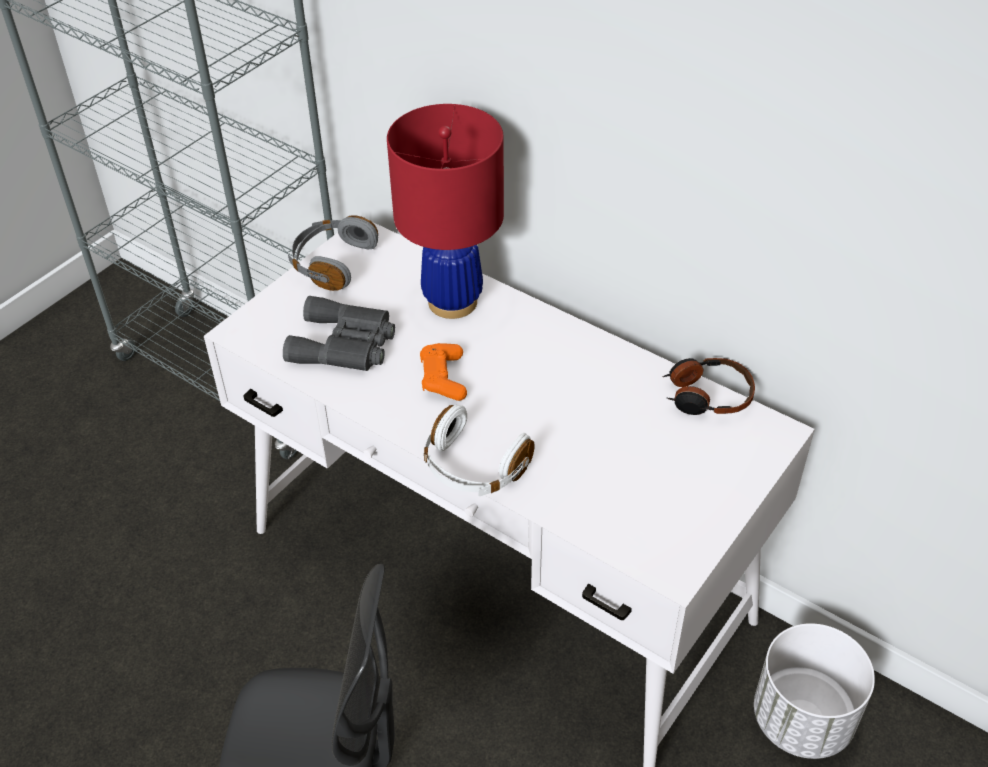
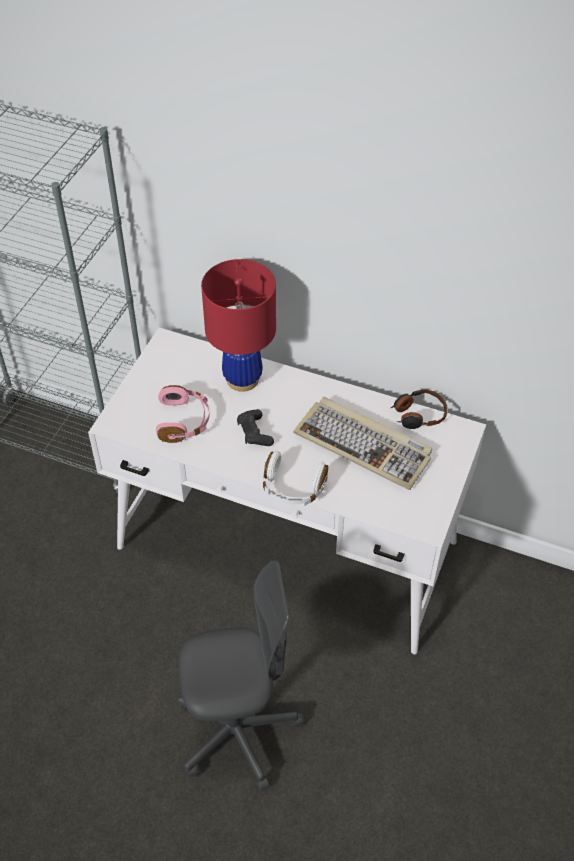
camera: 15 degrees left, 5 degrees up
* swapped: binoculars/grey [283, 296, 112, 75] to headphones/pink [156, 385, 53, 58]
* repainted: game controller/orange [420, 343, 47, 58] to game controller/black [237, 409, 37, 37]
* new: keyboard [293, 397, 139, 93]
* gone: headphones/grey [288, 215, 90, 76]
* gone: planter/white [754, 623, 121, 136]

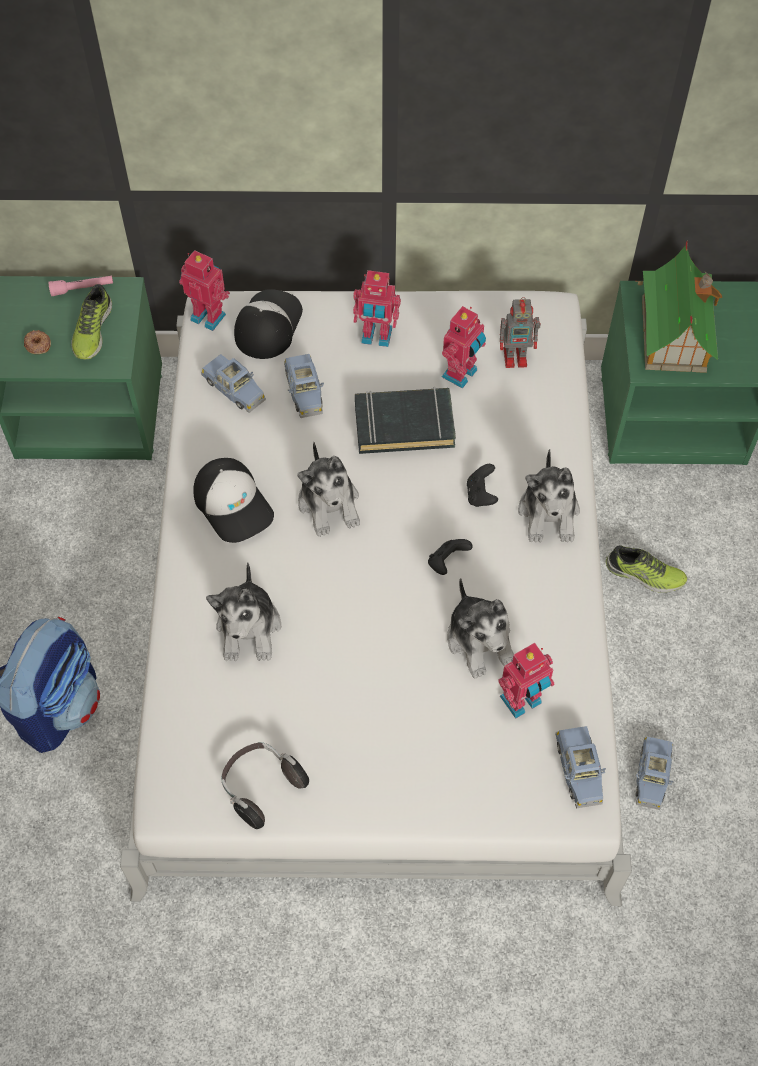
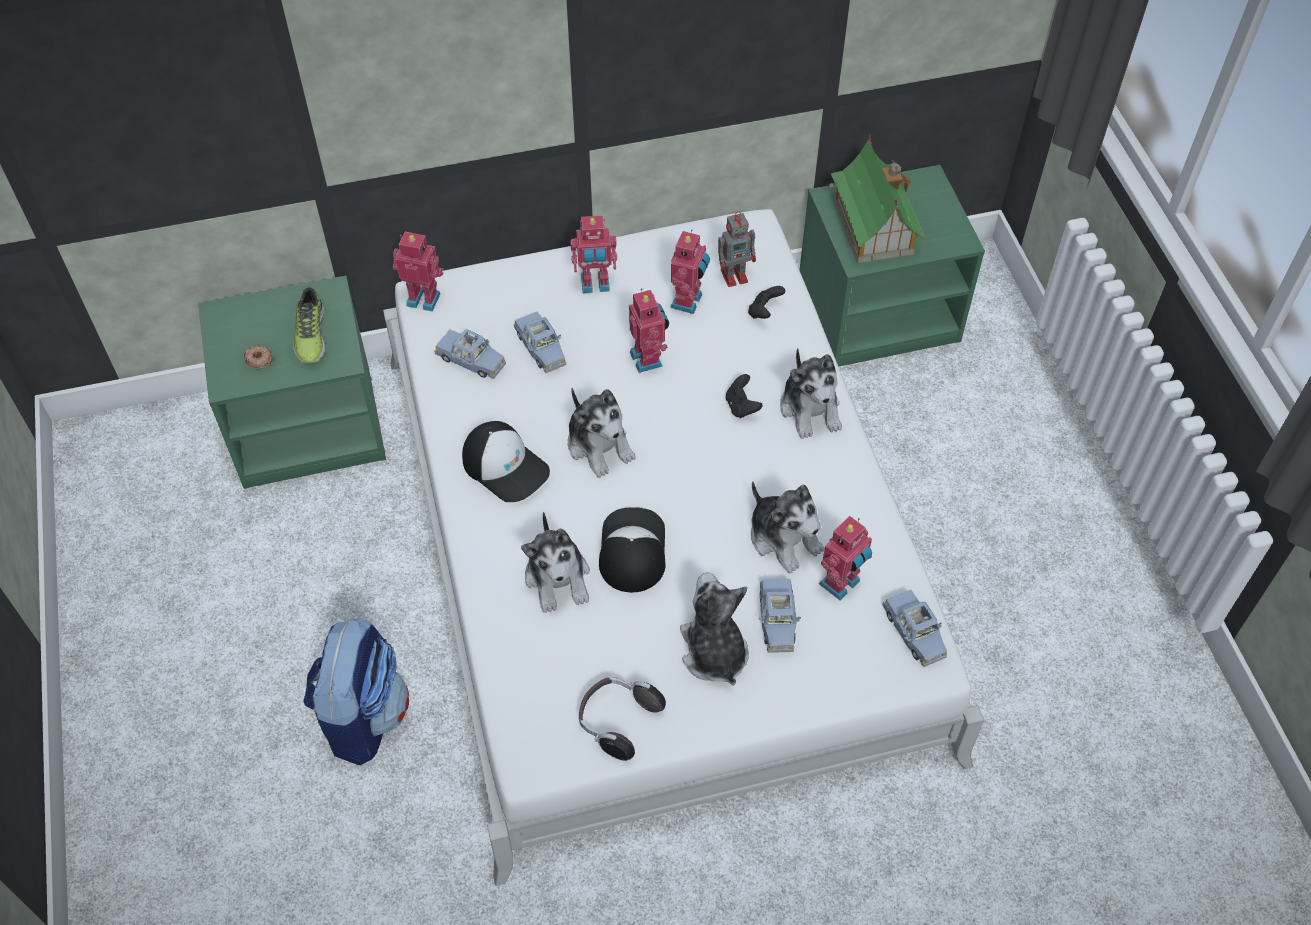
camera: 15 degrees left, 5 degrees down
* shifted: cap [234, 289, 69, 70] to [599, 507, 66, 86]
* swapped: book/black [355, 387, 101, 67] to toy robot [629, 288, 40, 85]
* new: plush toy [680, 573, 69, 113]
* shifted: game controller/black [428, 539, 45, 36] to [748, 286, 37, 33]
* shifted: toy car/blue [635, 737, 39, 73] to [759, 579, 42, 74]
* gone: flashlight/pink [48, 276, 65, 20]
* gone: shoe [606, 545, 81, 47]

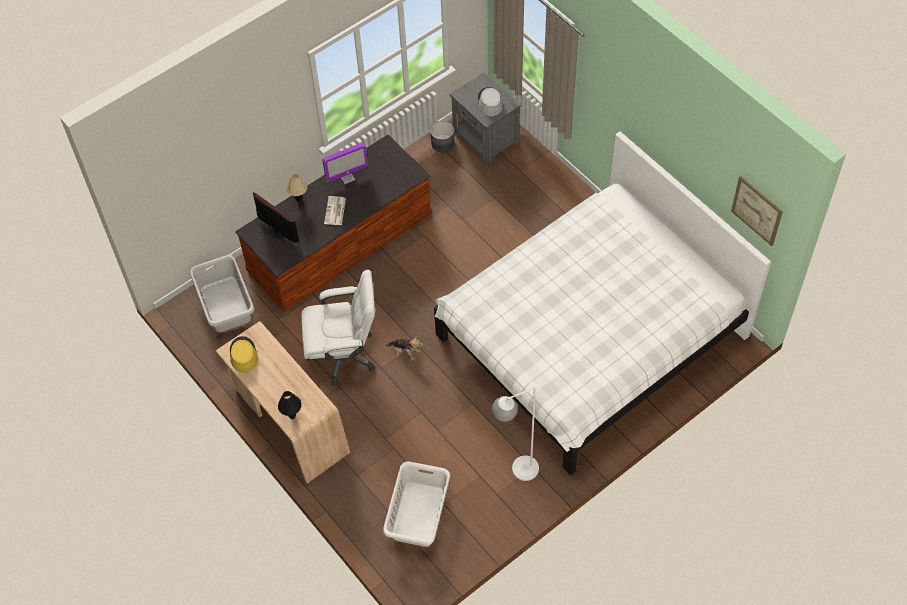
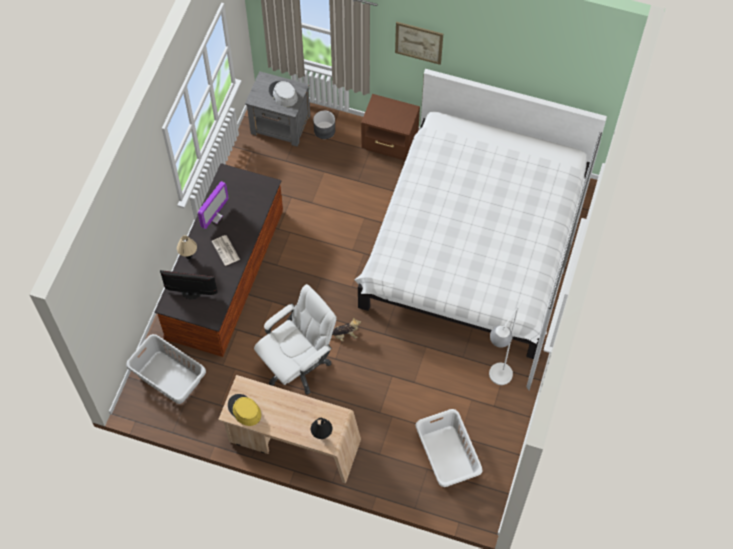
camera: 35 degrees left, 5 degrees up
* shifted: planter/grey [430, 121, 24, 32] to [313, 110, 22, 29]
* new: nightstand/brown [361, 94, 59, 66]
* shifted: picture [731, 176, 52, 70] to [395, 22, 48, 43]

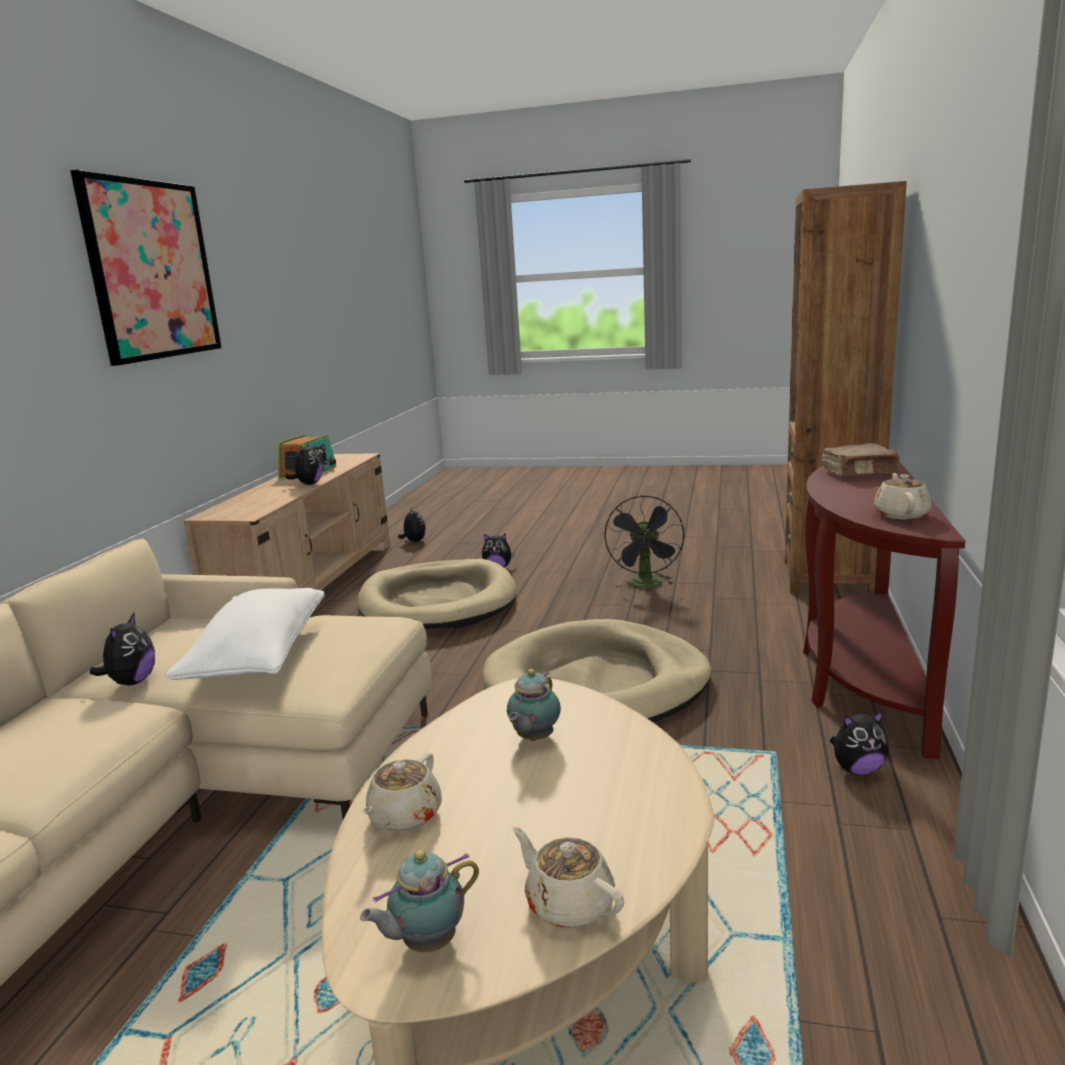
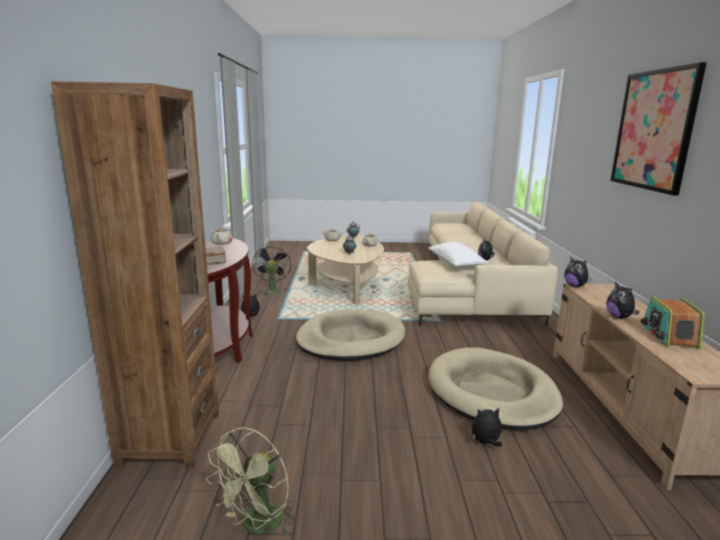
camera: 165 degrees right, 0 degrees up
* new: fan/green [206, 428, 90, 110]
* shifted: fan/black [604, 495, 80, 93] to [252, 245, 39, 51]
* shifted: plush toy [398, 507, 28, 35] to [564, 257, 29, 30]

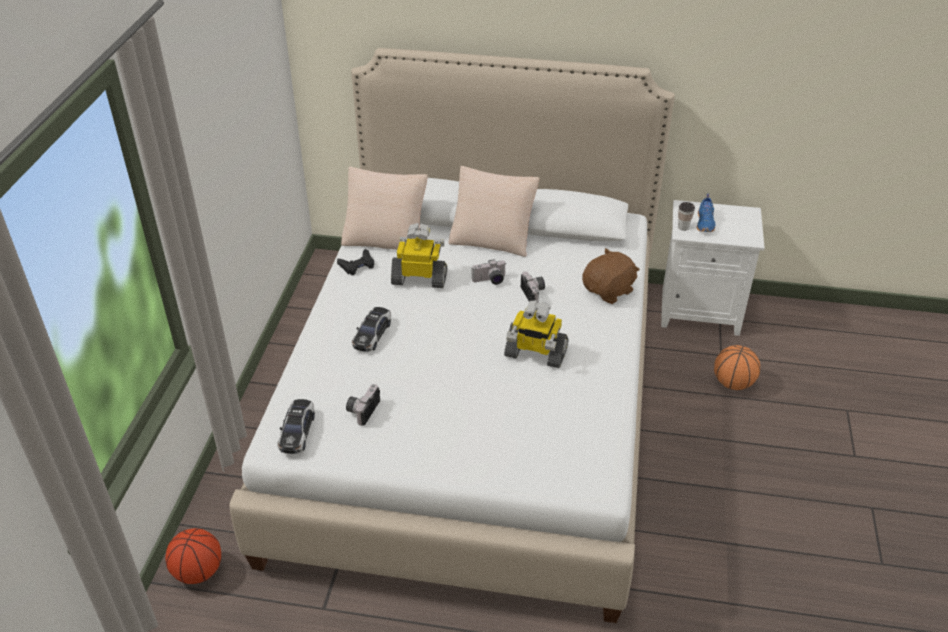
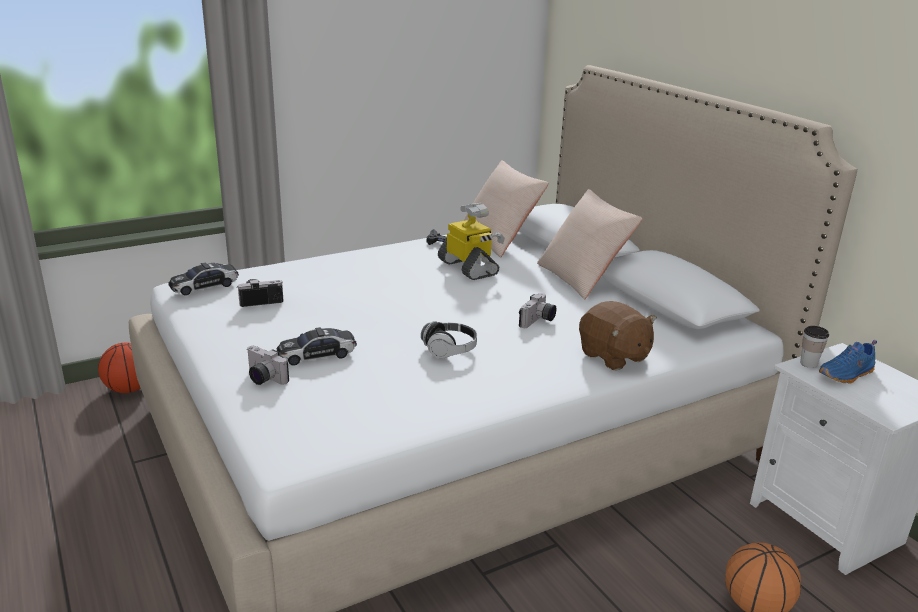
camera: 50 degrees right, 15 degrees down
* shifted: photo camera [472, 259, 34, 26] to [247, 346, 42, 39]
* shifted: toy car [352, 307, 39, 45] to [277, 327, 80, 39]
* swapped: toy robot [504, 300, 65, 68] to headphones [421, 321, 56, 37]
* rotated: plush toy/brown [582, 248, 58, 56] = [579, 301, 78, 69] 45 degrees clockwise

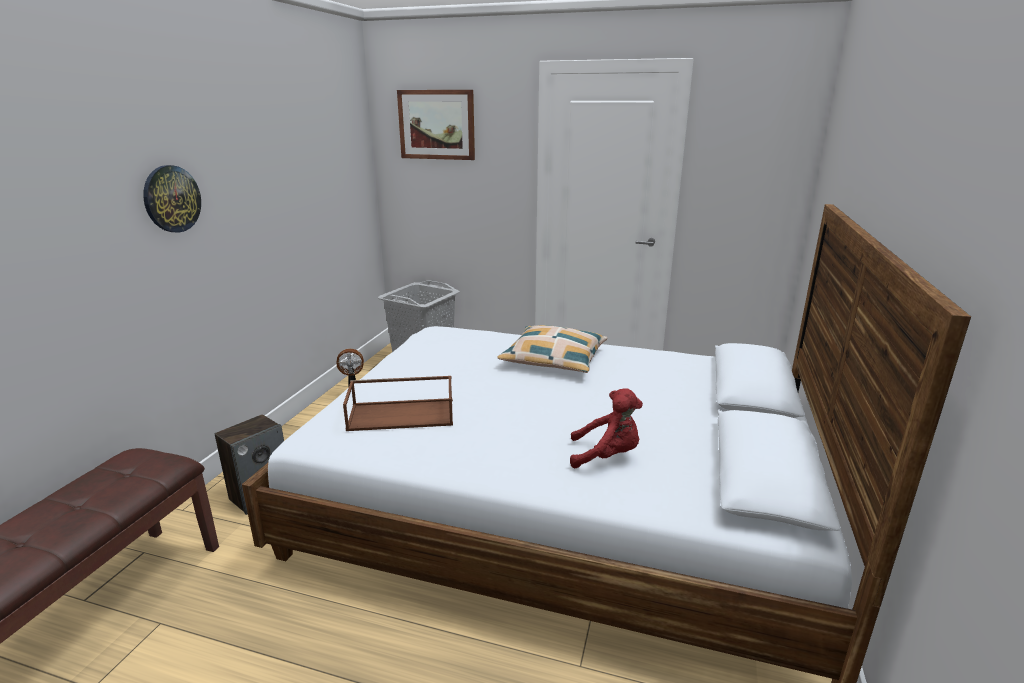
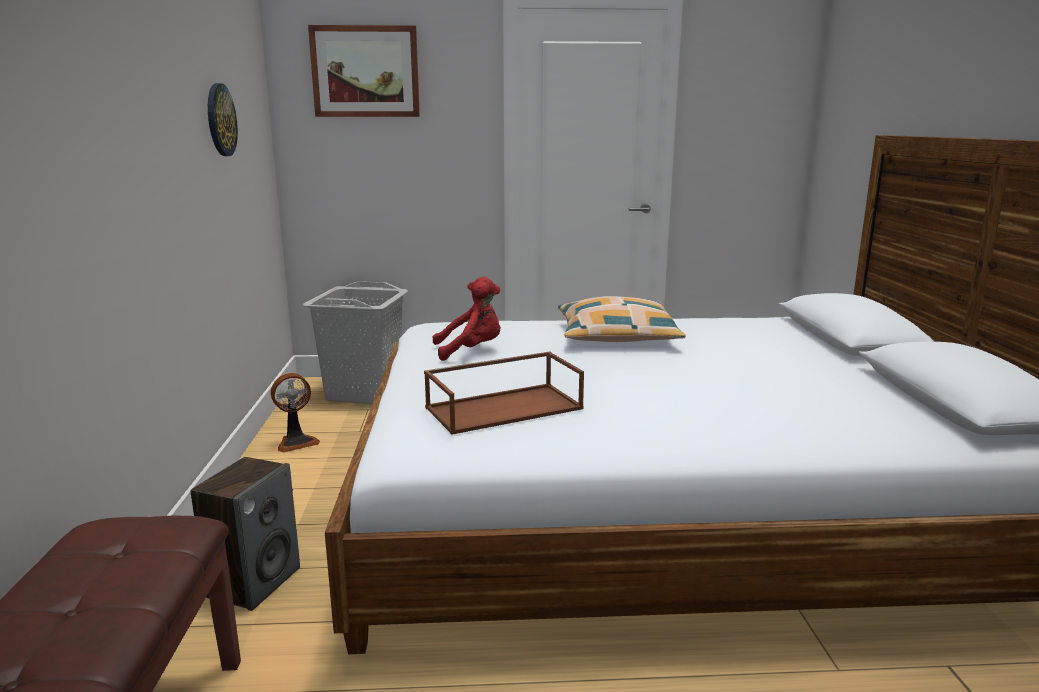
camera: 20 degrees left, 5 degrees down
* shifted: wall clock [143, 165, 58, 67] to [208, 83, 30, 73]
* shifted: plush toy/red [570, 388, 73, 80] to [432, 277, 69, 84]

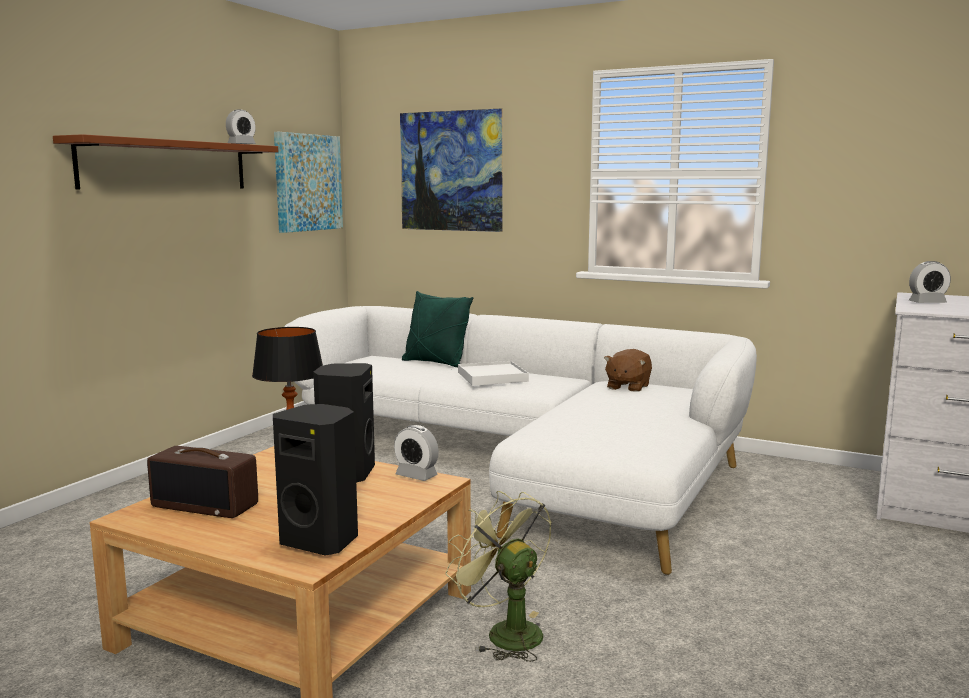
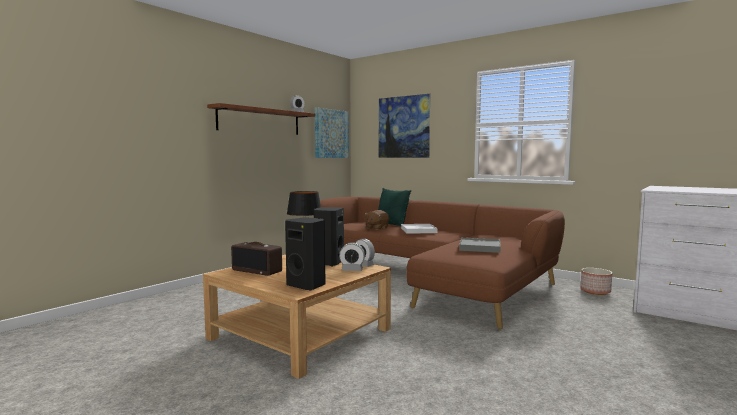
camera: 10 degrees right, 5 degrees down
* repainted: sofa/white [285, 306, 472, 269] to sofa/brown [320, 197, 245, 132]
* shifted: alarm clock [909, 261, 42, 42] to [339, 242, 26, 29]
* shifted: plush toy/brown [604, 349, 48, 43] to [365, 210, 24, 20]
* new: tray/grey [459, 238, 42, 15]
* new: planter [581, 268, 31, 27]
* gone: fan/green [445, 491, 107, 171]

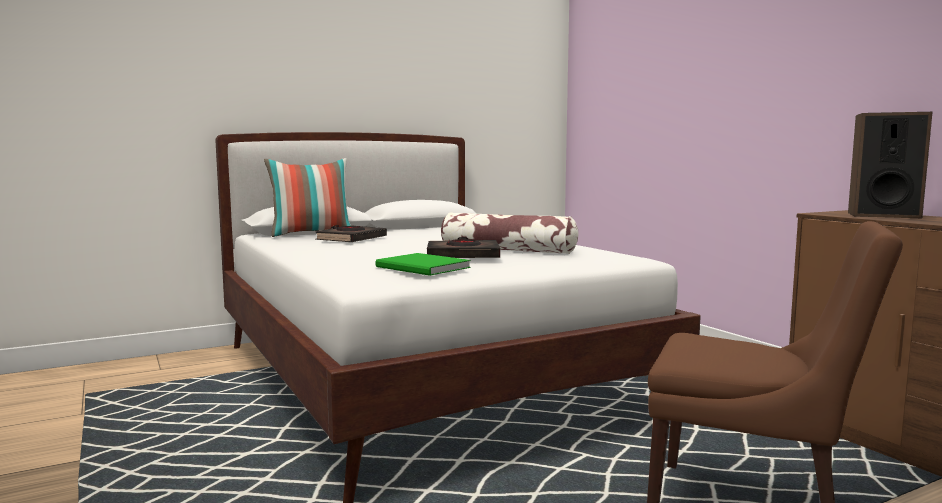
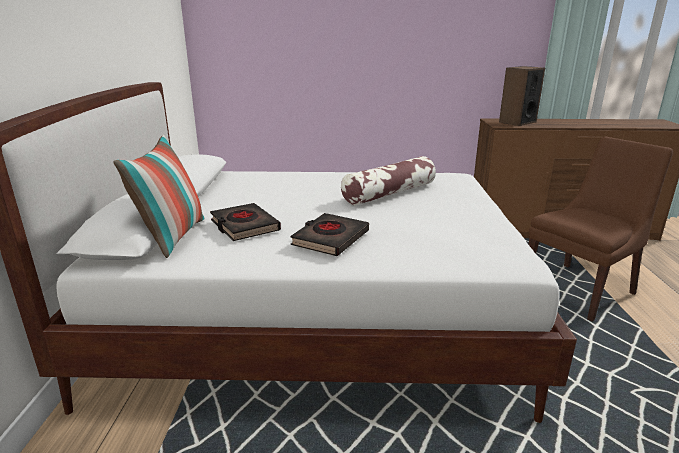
camera: 60 degrees left, 15 degrees up
* shifted: book/black [427, 237, 73, 21] to [290, 213, 79, 43]
* gone: book/green [376, 253, 95, 23]

